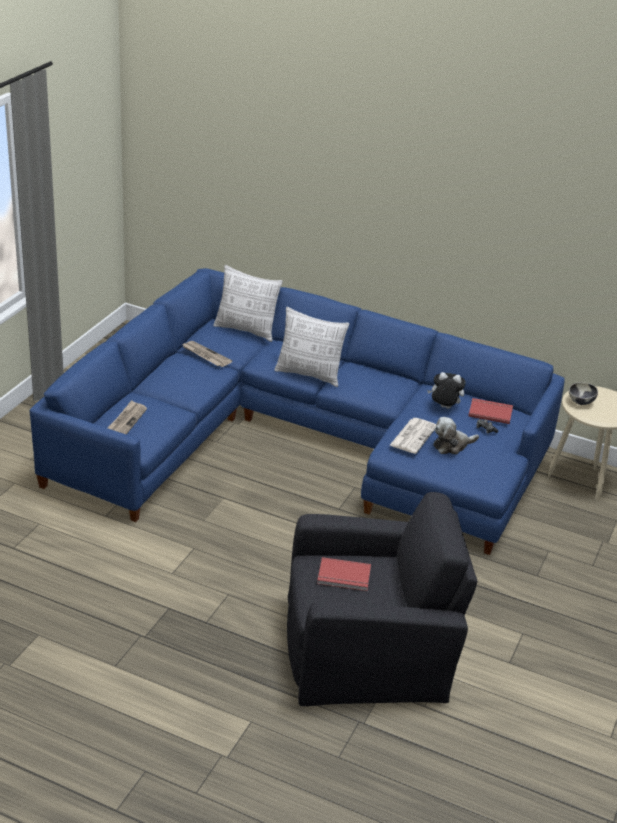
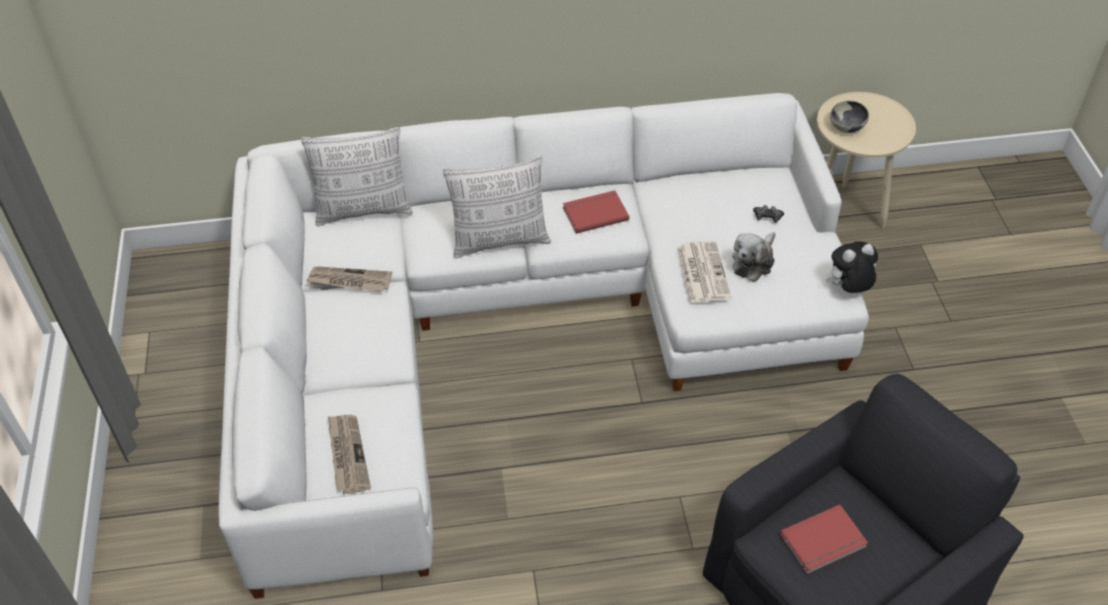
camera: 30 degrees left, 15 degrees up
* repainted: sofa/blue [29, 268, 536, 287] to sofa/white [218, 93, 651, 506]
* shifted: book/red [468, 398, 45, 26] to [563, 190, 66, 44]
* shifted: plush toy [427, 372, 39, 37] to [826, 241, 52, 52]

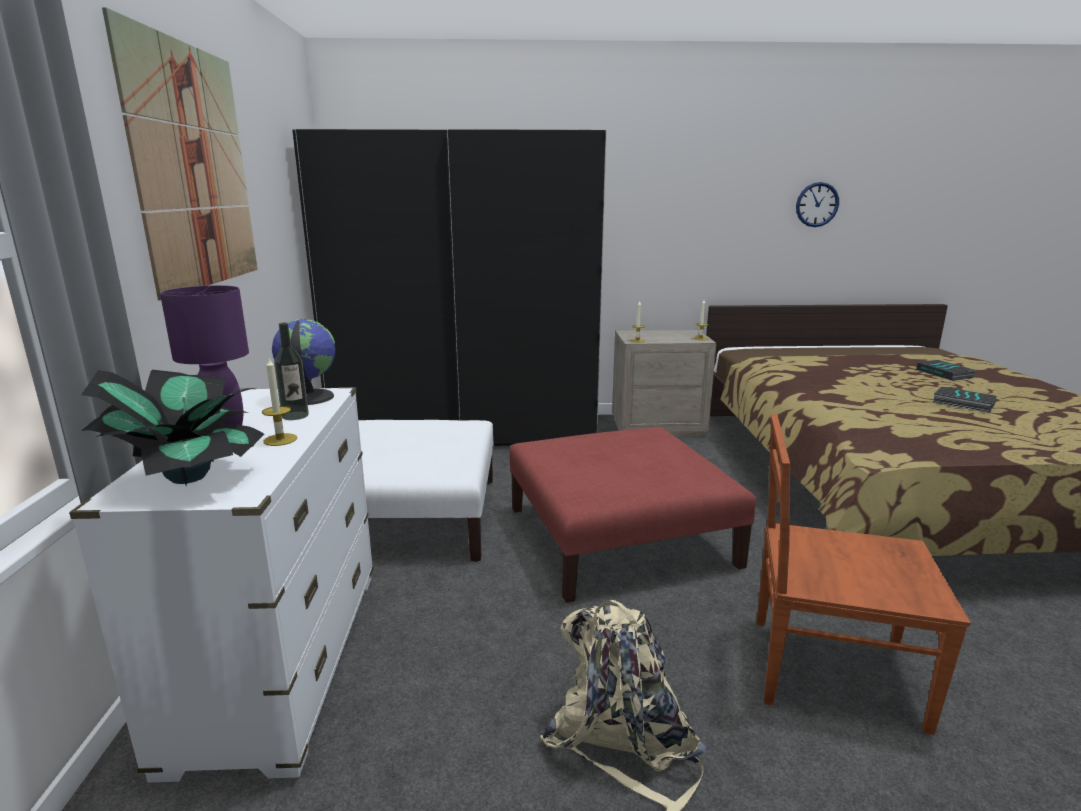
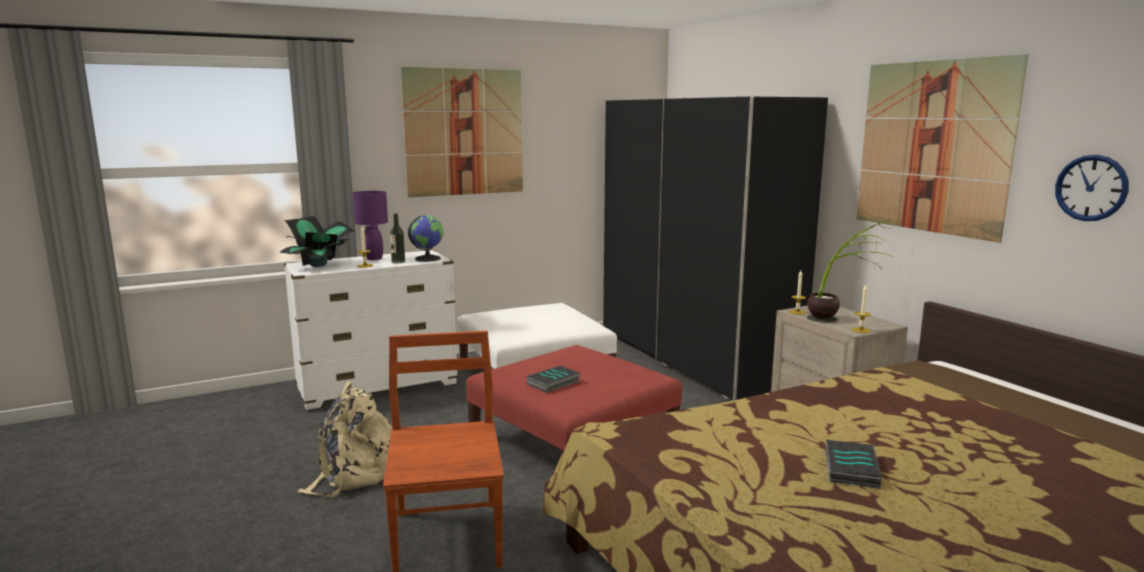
camera: 65 degrees right, 5 degrees down
* shifted: book [916, 360, 60, 21] to [526, 366, 54, 27]
* new: potted plant [807, 219, 86, 104]
* new: picture [856, 54, 173, 189]

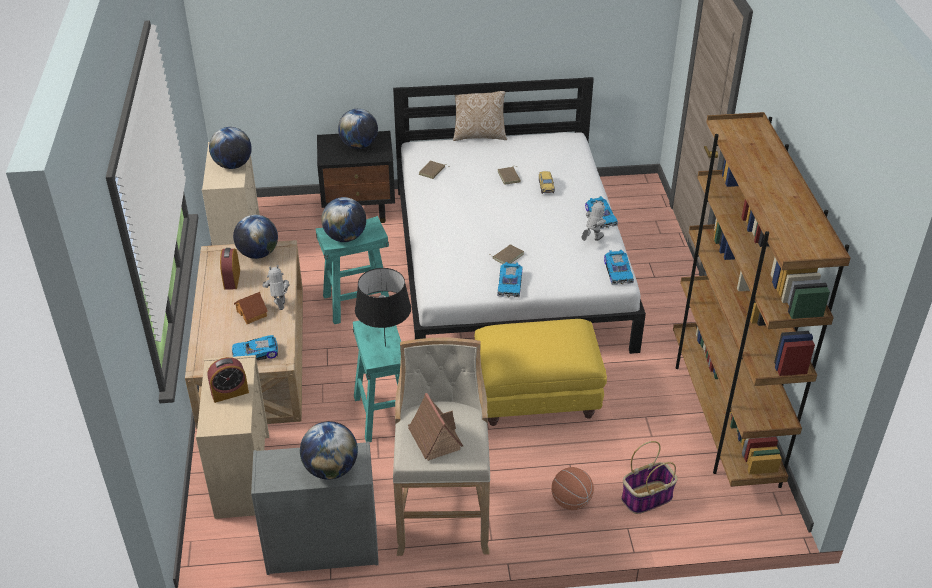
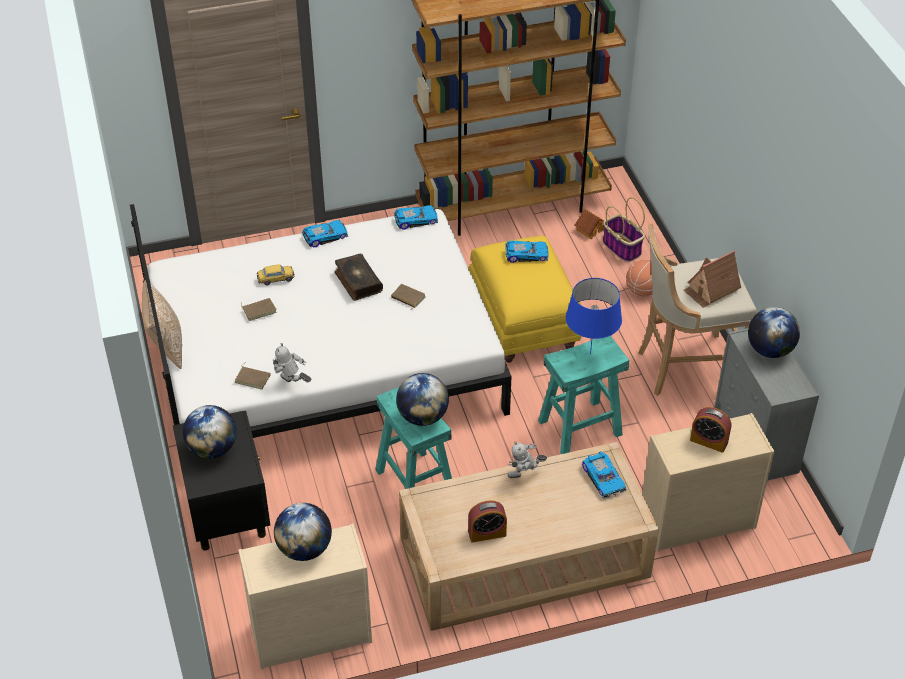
camera: 100 degrees left, 5 degrees up
* shifted: toy robot [581, 200, 25, 41] to [273, 343, 38, 39]
* new: book [335, 254, 48, 47]
* shifted: toy car [497, 262, 25, 36] to [505, 240, 44, 23]
* repainted: table lamp/black [355, 268, 56, 79] to table lamp/blue [566, 278, 56, 77]
* shifted: toy house [234, 292, 34, 32] to [574, 209, 30, 30]
* rotated: alarm clock [207, 357, 42, 46] = [690, 407, 41, 46] 150 degrees clockwise
* gone: globe [233, 215, 45, 44]

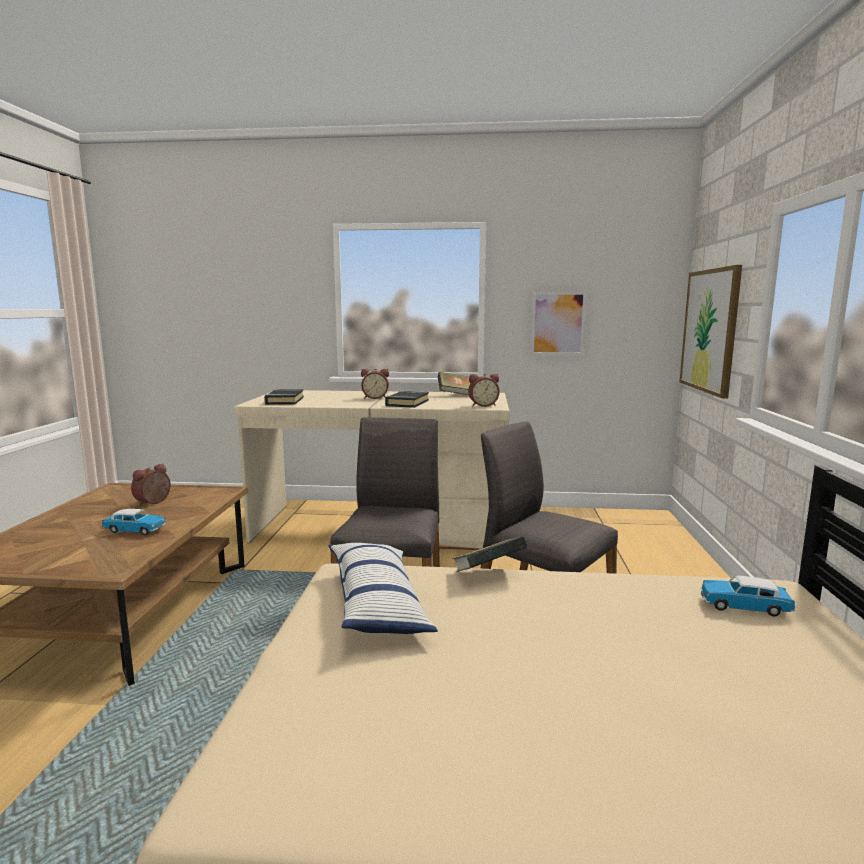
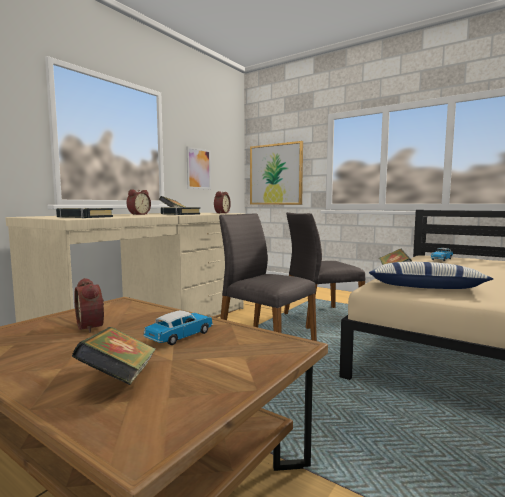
camera: 60 degrees left, 5 degrees down
* new: book [72, 327, 84, 58]

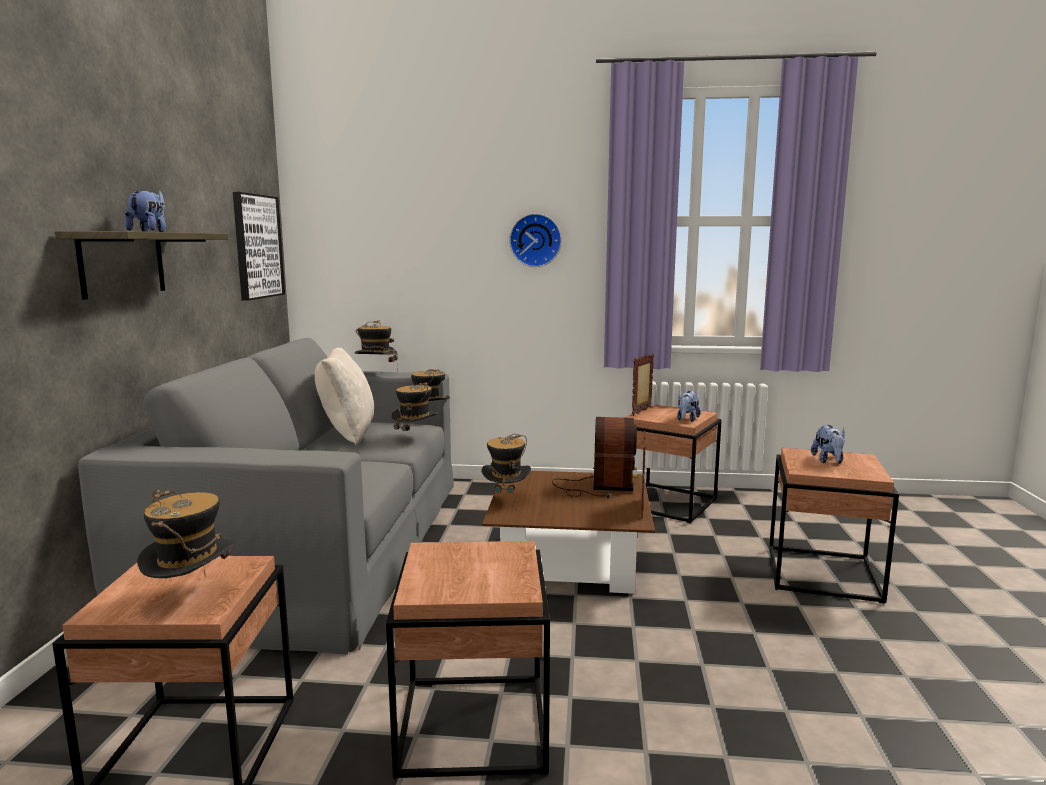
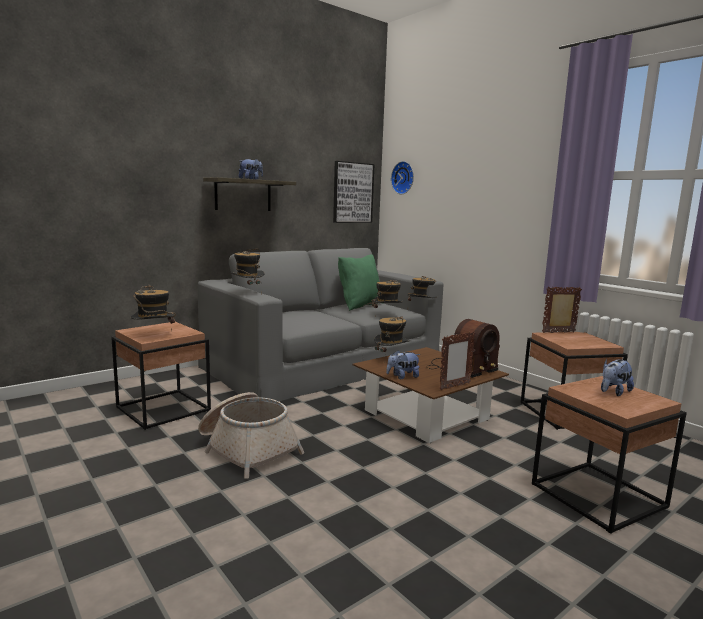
camera: 45 degrees right, 0 degrees up
* swapped: side table/brown [386, 541, 164, 238] to basket [198, 392, 106, 87]
* shifted: hat [355, 320, 43, 51] to [230, 249, 35, 45]
* repainted: pillow/beige [315, 347, 59, 98] to pillow/green [338, 254, 41, 57]
* shifted: plush toy [677, 391, 24, 31] to [386, 350, 34, 29]
* shifted: wall clock [509, 214, 53, 53] to [391, 161, 23, 33]

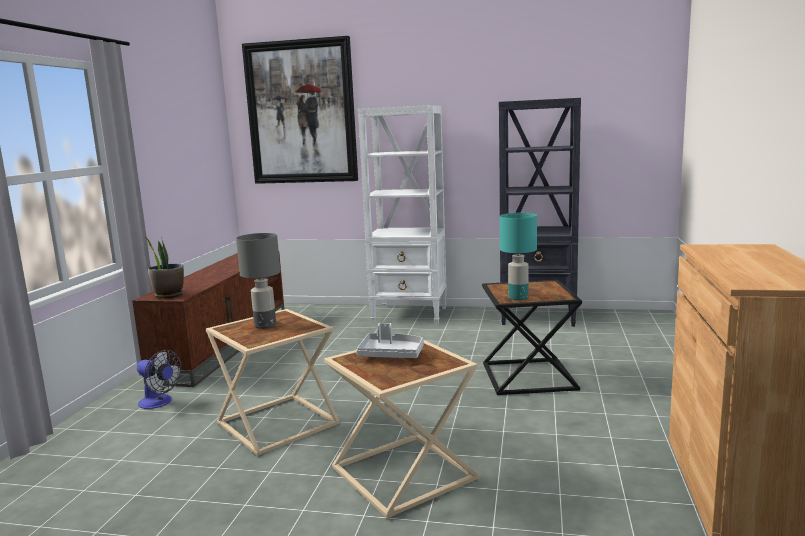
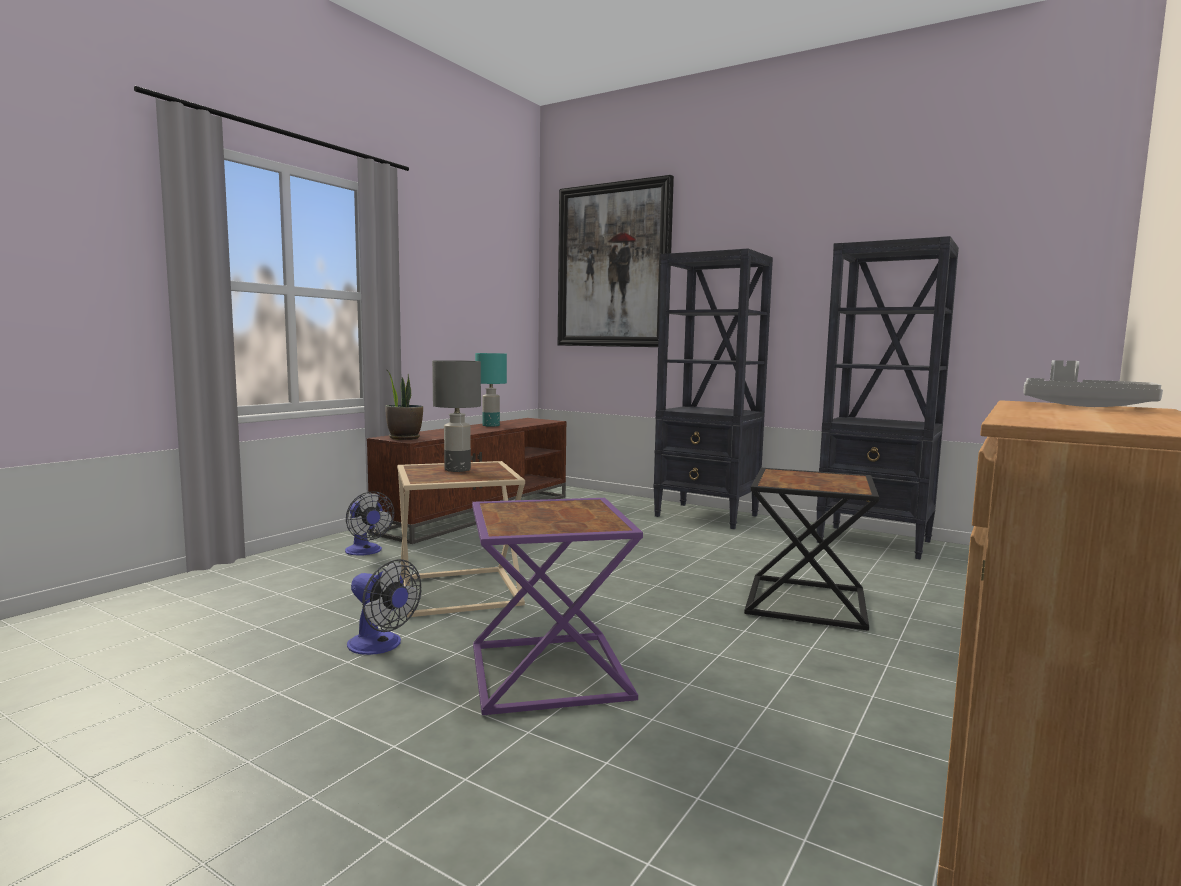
camera: 20 degrees right, 5 degrees down
* new: fan [347, 559, 74, 96]
* repainted: side table/beige [324, 340, 155, 178] to side table/purple [472, 498, 171, 218]
* shifted: table lamp/turquoise [500, 213, 37, 87] to [475, 353, 32, 74]
* repainted: bookcase/white [358, 105, 88, 219] to bookcase/black [653, 249, 120, 280]
* shifted: tray/grey [356, 323, 68, 35] to [1023, 360, 140, 47]

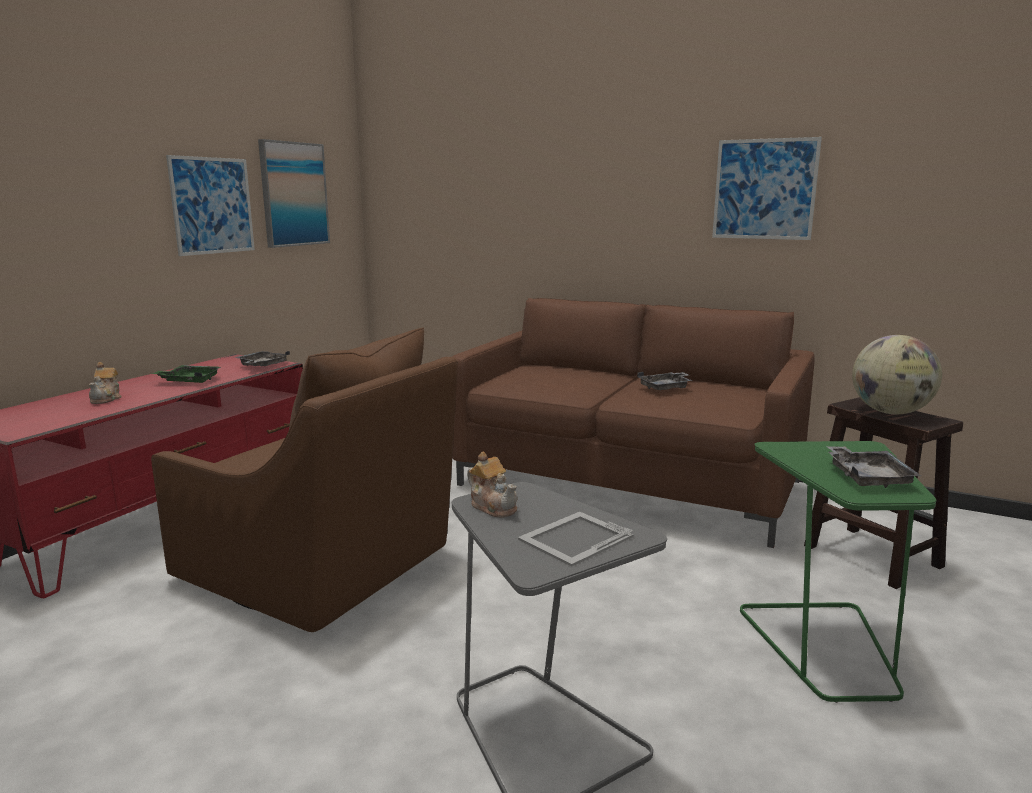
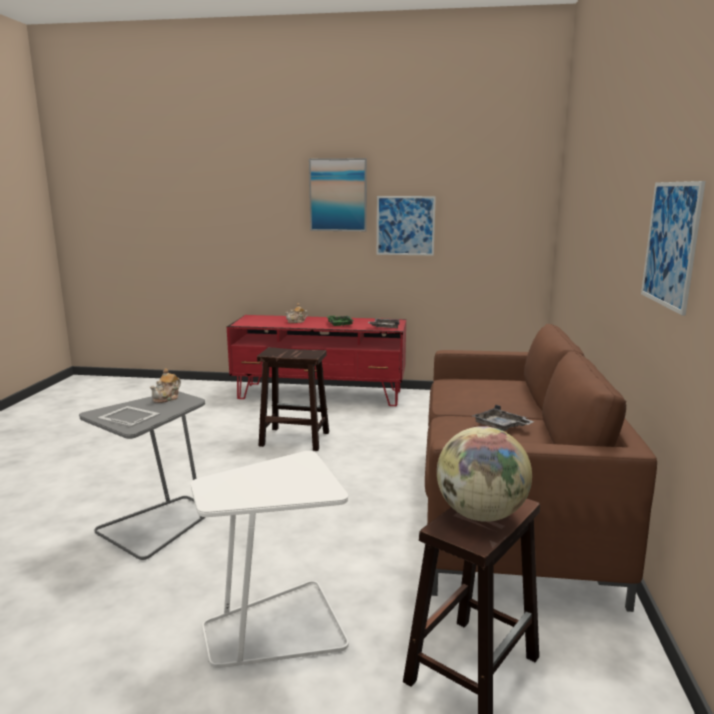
camera: 70 degrees right, 0 degrees up
* repainted: side table/green [740, 441, 196, 262] to side table/white [191, 451, 158, 217]
* swapped: armchair/brown [151, 327, 307, 305] to stool/brown [257, 347, 72, 104]
* shifted: picture [258, 139, 72, 109] to [309, 158, 58, 73]
* gone: tray/grey [826, 446, 95, 42]

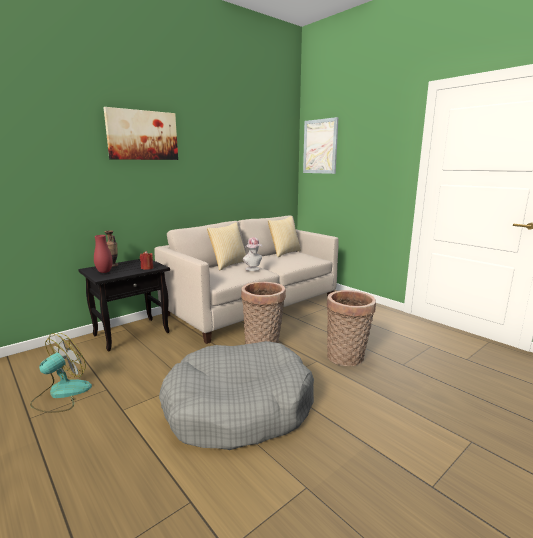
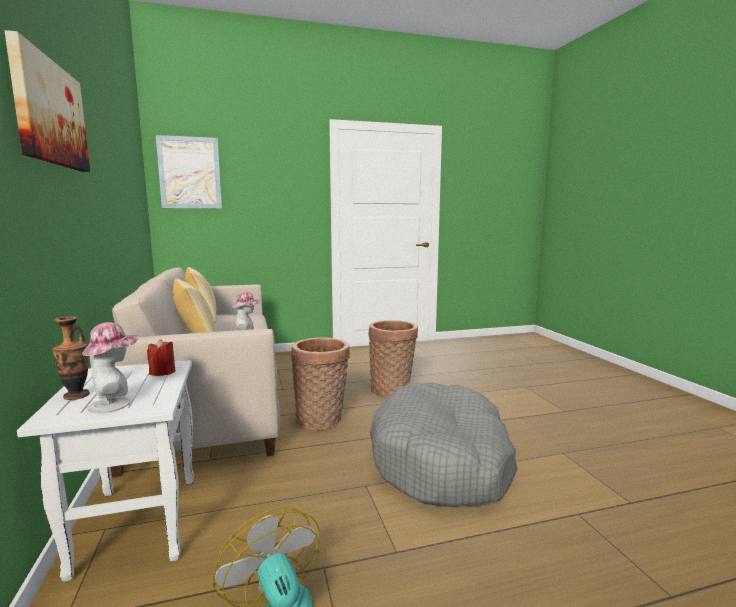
camera: 65 degrees left, 5 degrees down
* repainted: side table/black [78, 259, 92, 92] to side table/white [17, 360, 177, 222]
* swapped: vase/red [94, 235, 19, 38] to hat [82, 322, 56, 91]

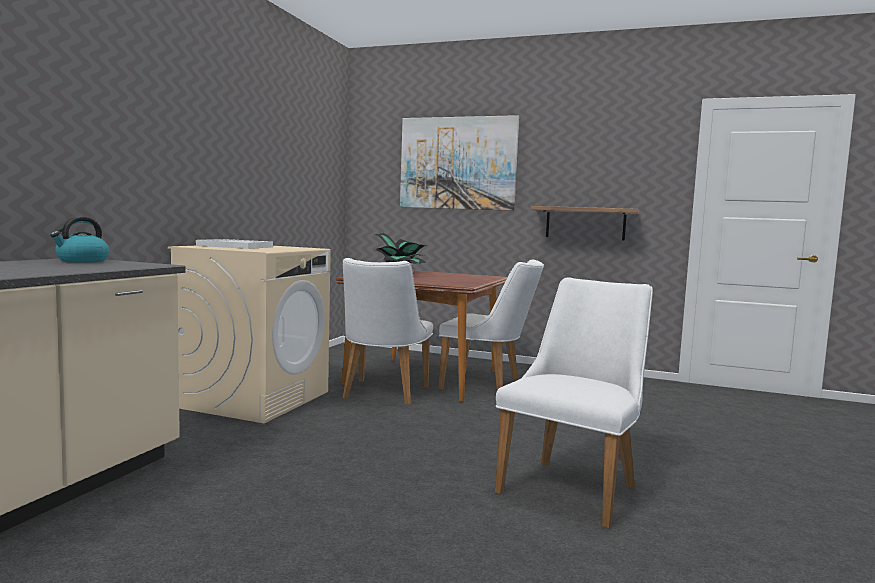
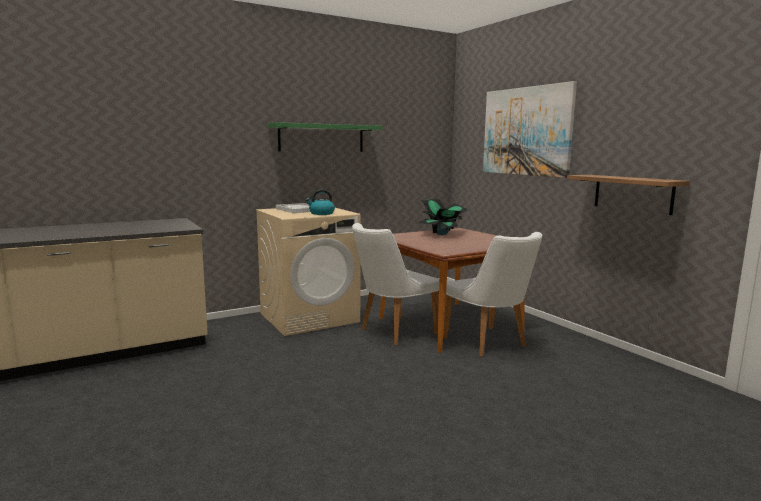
camera: 40 degrees right, 5 degrees up
* new: shelf/green [268, 122, 115, 30]
* shifted: kettle [50, 216, 60, 47] to [306, 190, 29, 25]
* gone: chair/white [495, 277, 158, 251]

